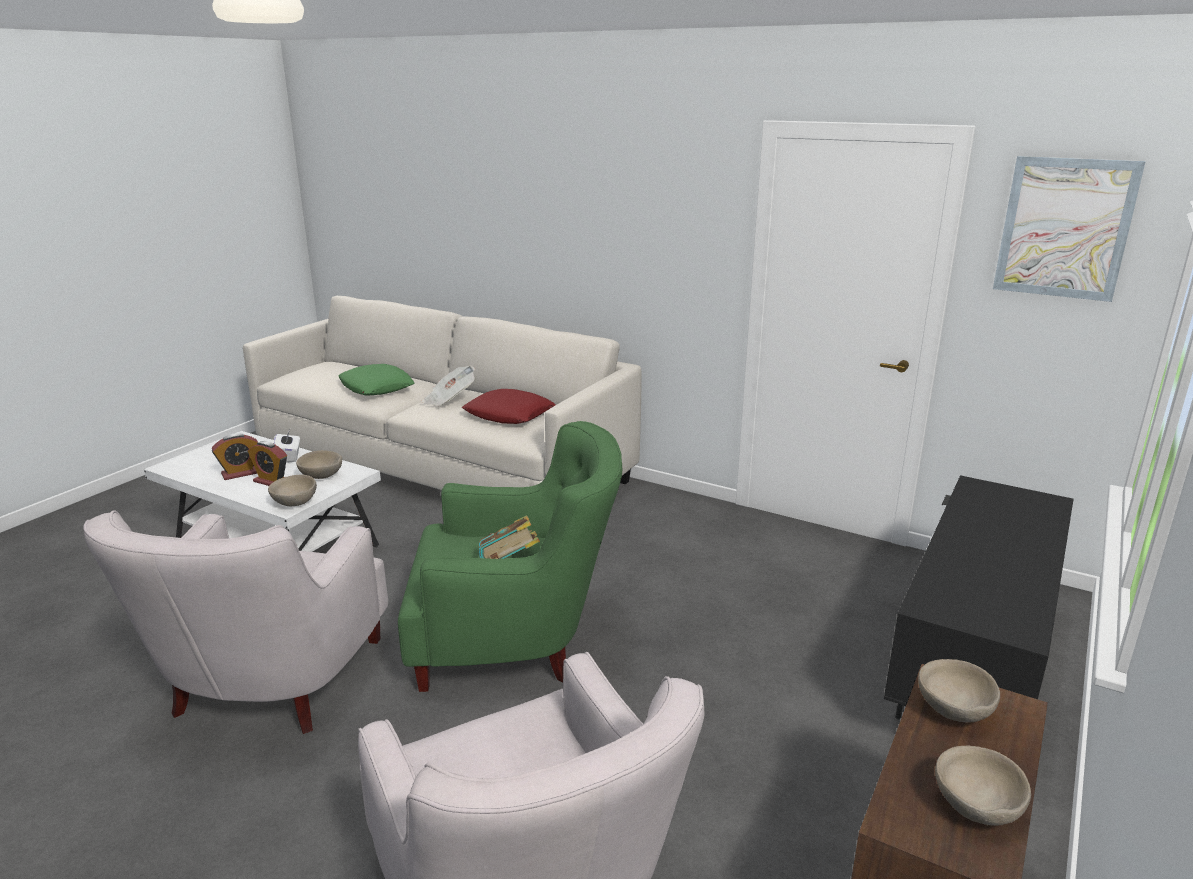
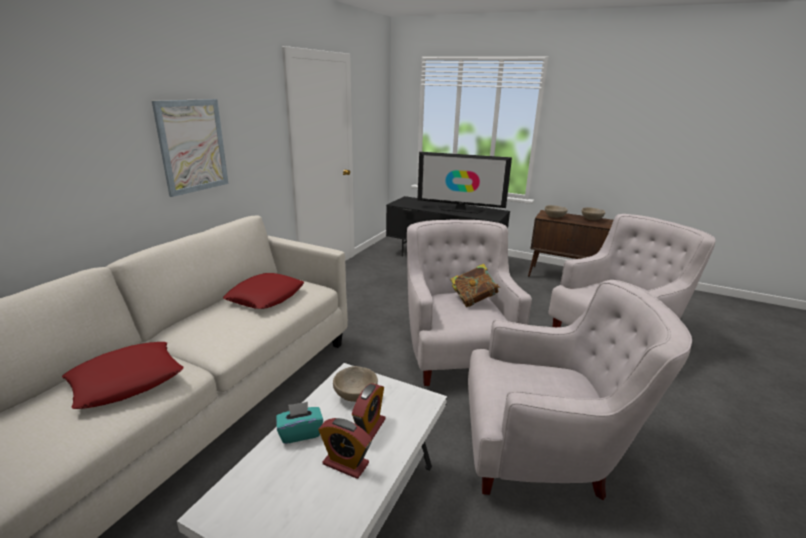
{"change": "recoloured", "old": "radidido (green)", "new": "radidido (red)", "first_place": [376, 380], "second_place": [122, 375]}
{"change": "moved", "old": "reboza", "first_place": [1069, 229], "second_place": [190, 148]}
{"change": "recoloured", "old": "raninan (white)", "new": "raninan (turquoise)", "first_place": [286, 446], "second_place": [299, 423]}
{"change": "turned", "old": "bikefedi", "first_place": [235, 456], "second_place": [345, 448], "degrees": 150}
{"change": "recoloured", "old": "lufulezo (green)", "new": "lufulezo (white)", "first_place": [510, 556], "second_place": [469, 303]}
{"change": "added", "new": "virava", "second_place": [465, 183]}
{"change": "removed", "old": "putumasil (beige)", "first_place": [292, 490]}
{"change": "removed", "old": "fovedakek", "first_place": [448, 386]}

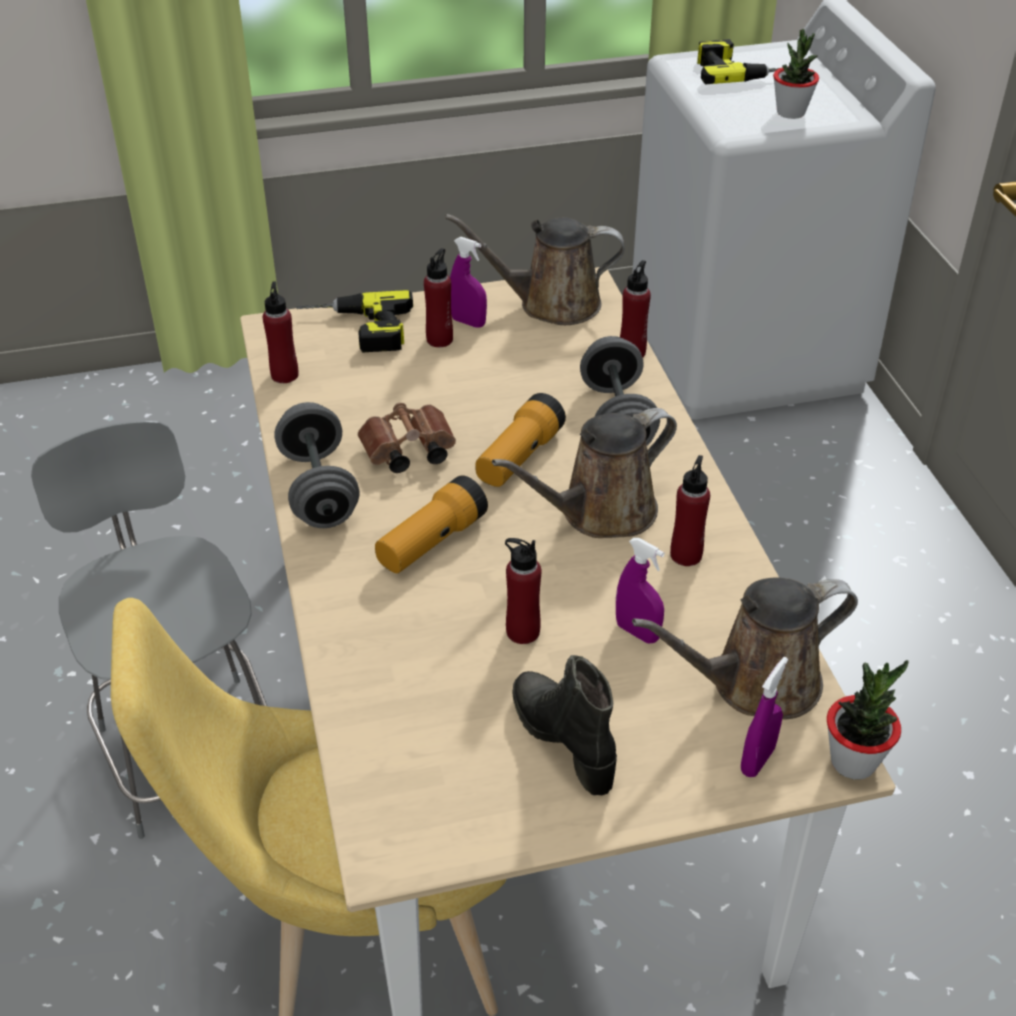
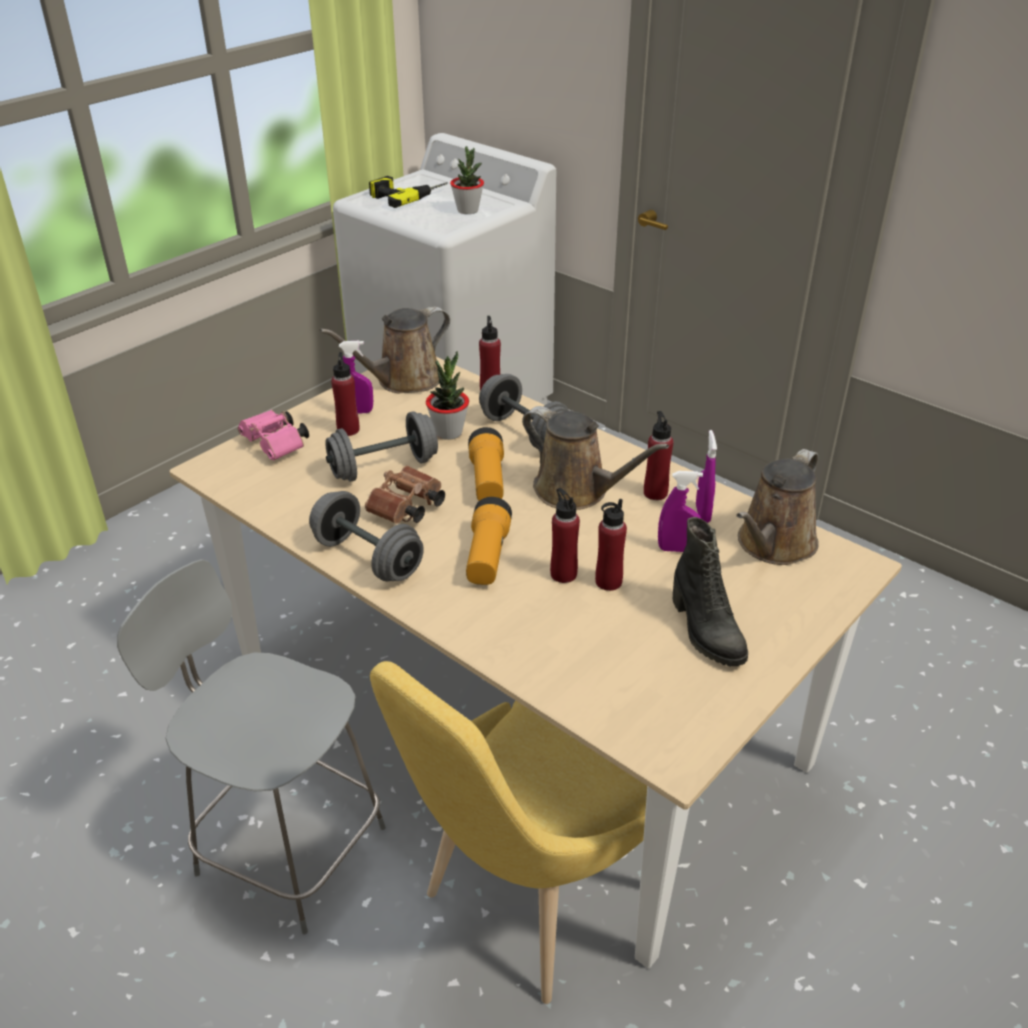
{"change": "replaced", "old": "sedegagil", "new": "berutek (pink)", "first_place": [354, 321], "second_place": [273, 435]}
{"change": "added", "new": "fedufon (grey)", "second_place": [381, 446]}
{"change": "moved", "old": "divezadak", "first_place": [868, 719], "second_place": [447, 395]}
{"change": "turned", "old": "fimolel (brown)", "first_place": [584, 473], "second_place": [595, 458], "degrees": -75}
{"change": "moved", "old": "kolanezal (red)", "first_place": [281, 332], "second_place": [565, 535]}
{"change": "turned", "old": "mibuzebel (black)", "first_place": [565, 725], "second_place": [710, 592], "degrees": -135}
{"change": "moved", "old": "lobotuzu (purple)", "first_place": [764, 717], "second_place": [706, 476]}

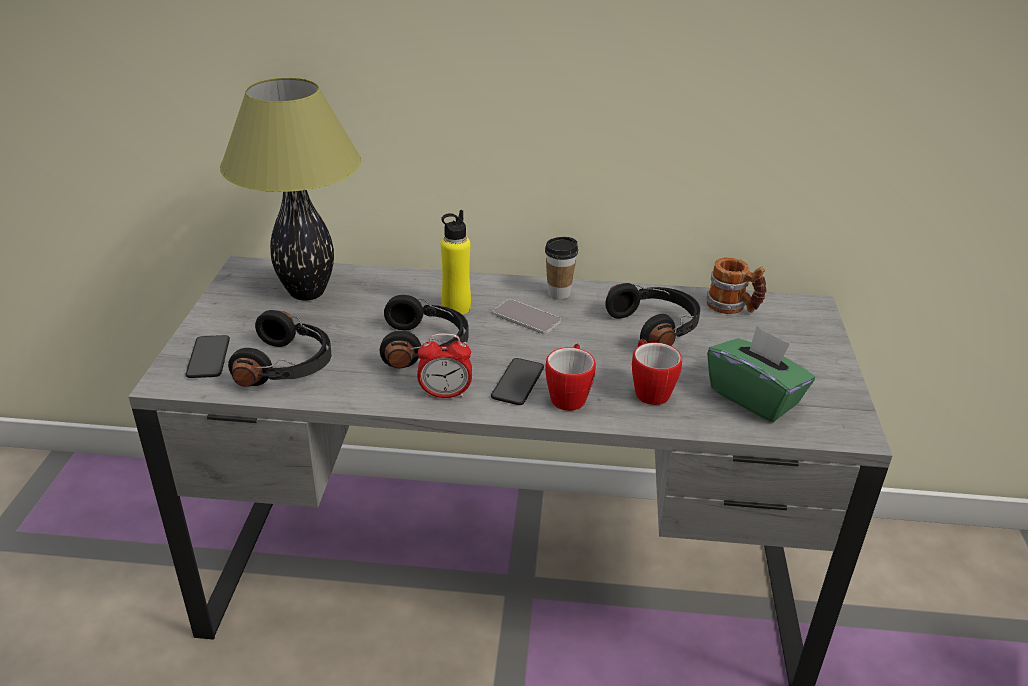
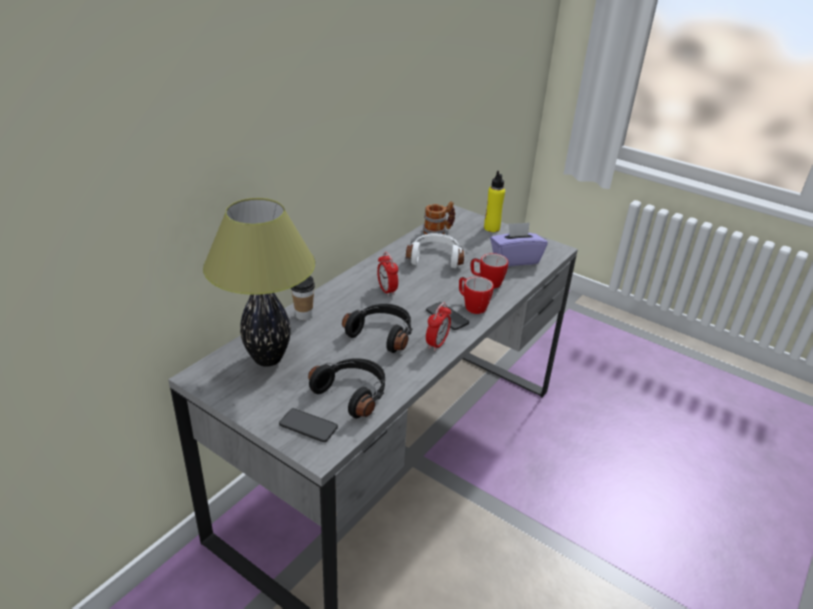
{"change": "moved", "old": "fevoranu", "first_place": [561, 268], "second_place": [303, 298]}
{"change": "replaced", "old": "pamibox", "new": "bikefedi", "first_place": [527, 316], "second_place": [387, 274]}
{"change": "recoloured", "old": "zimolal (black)", "new": "zimolal (white)", "first_place": [652, 314], "second_place": [435, 250]}
{"change": "moved", "old": "kolanezal (yellow)", "first_place": [456, 262], "second_place": [494, 201]}
{"change": "recoloured", "old": "raninan (green)", "new": "raninan (purple)", "first_place": [761, 374], "second_place": [519, 244]}

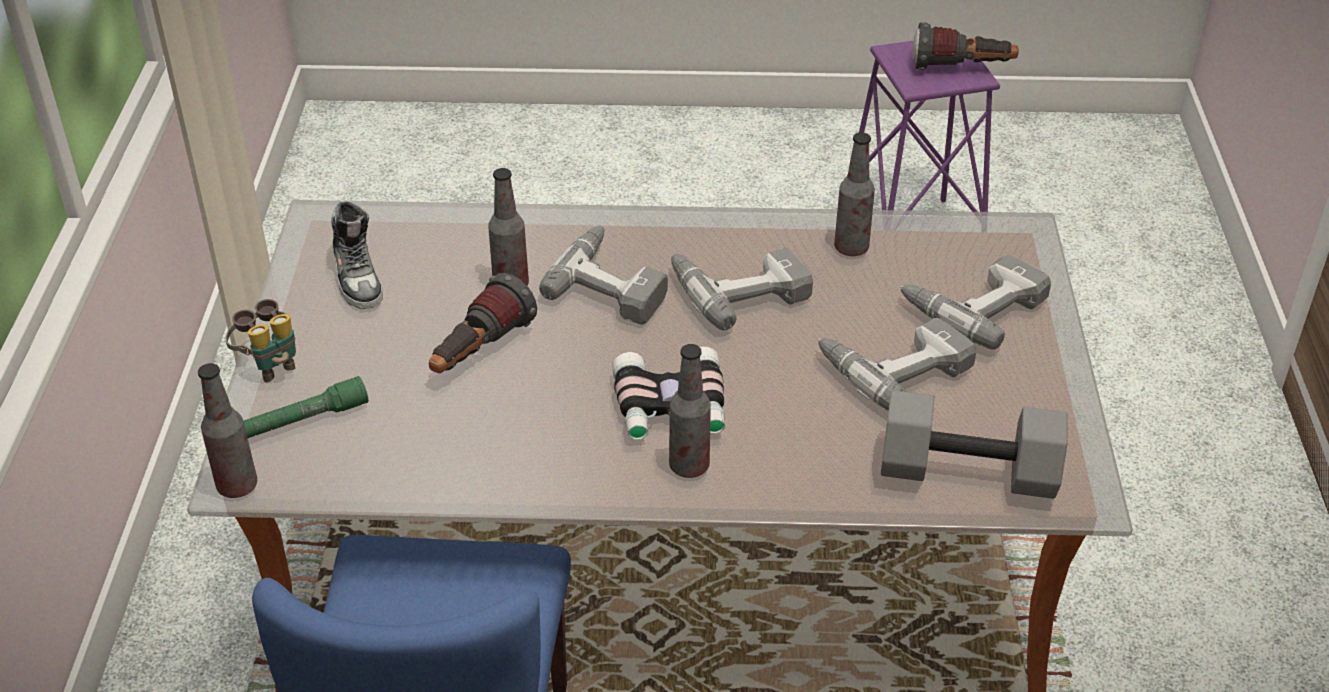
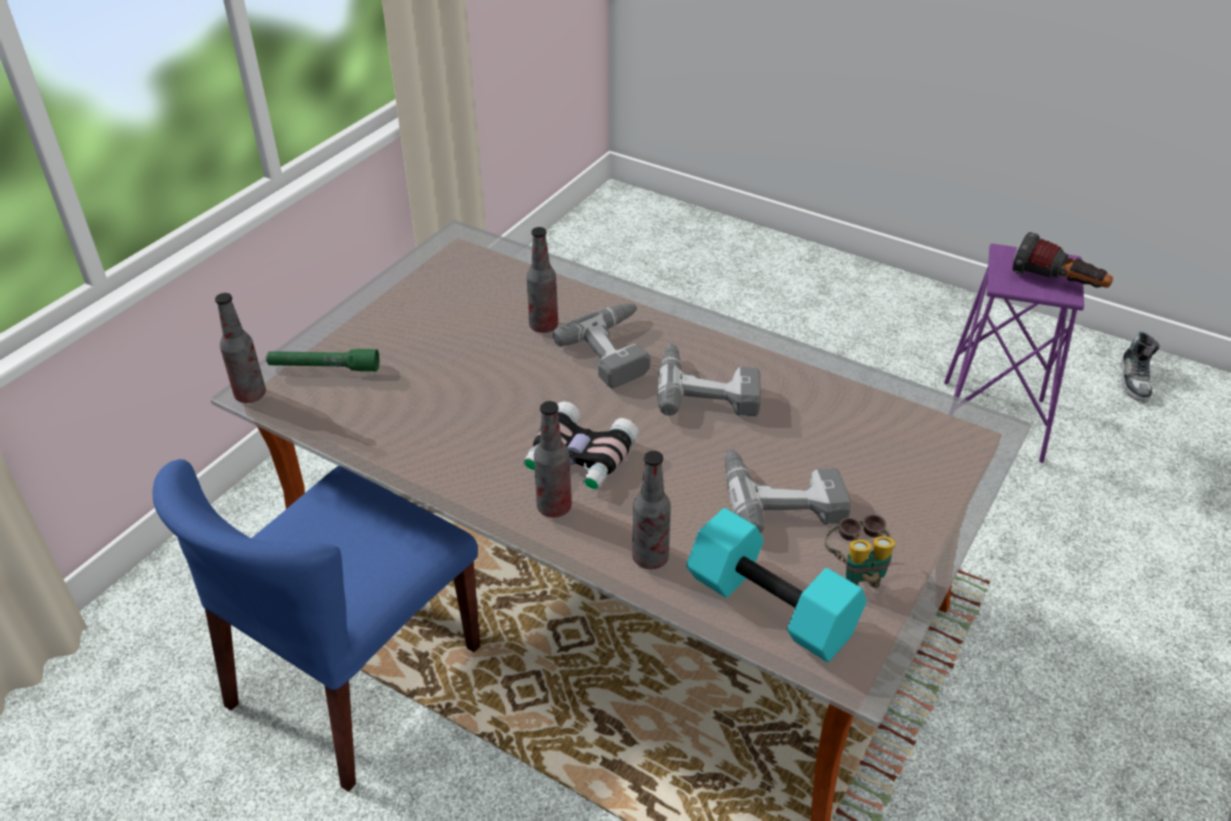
{"change": "moved", "old": "kolanezal", "first_place": [854, 194], "second_place": [651, 510]}
{"change": "recoloured", "old": "fedufon (grey)", "new": "fedufon (turquoise)", "first_place": [974, 444], "second_place": [776, 585]}
{"change": "moved", "old": "berutek", "first_place": [260, 341], "second_place": [860, 551]}
{"change": "moved", "old": "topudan", "first_place": [357, 255], "second_place": [1140, 367]}
{"change": "removed", "old": "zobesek", "first_place": [483, 323]}
{"change": "removed", "old": "sedegagil", "first_place": [975, 302]}

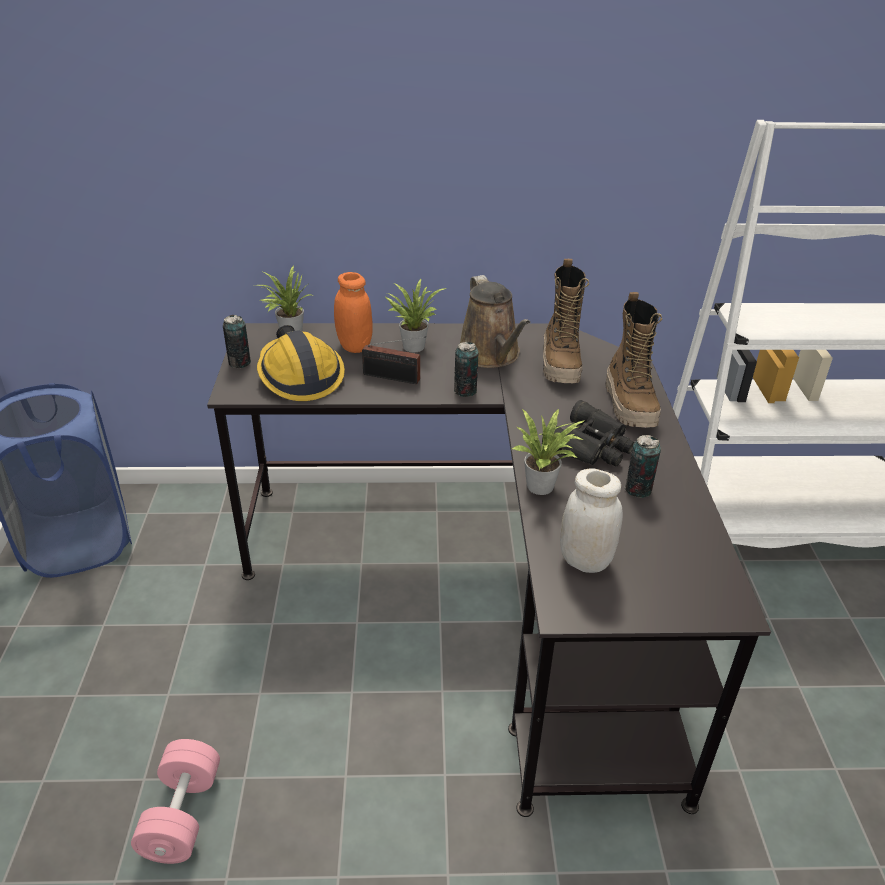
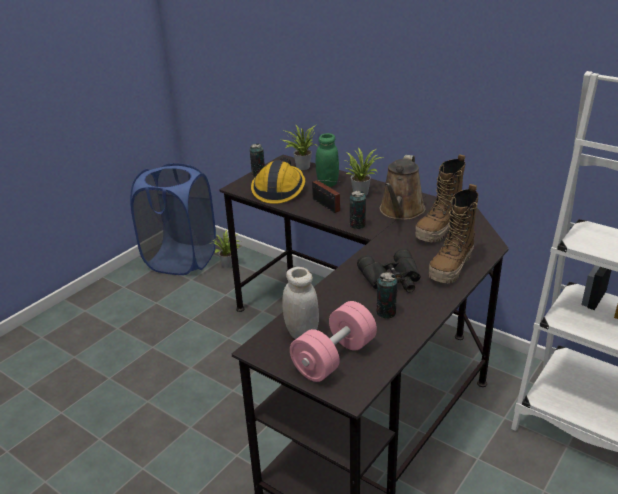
{"change": "moved", "old": "divezadak", "first_place": [548, 451], "second_place": [226, 249]}
{"change": "moved", "old": "fedufon (pink)", "first_place": [175, 801], "second_place": [333, 341]}
{"change": "recoloured", "old": "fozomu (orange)", "new": "fozomu (green)", "first_place": [353, 312], "second_place": [327, 160]}

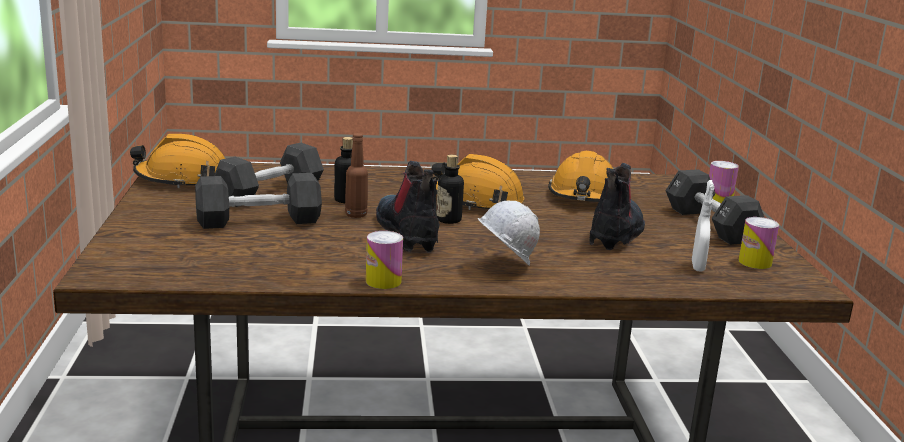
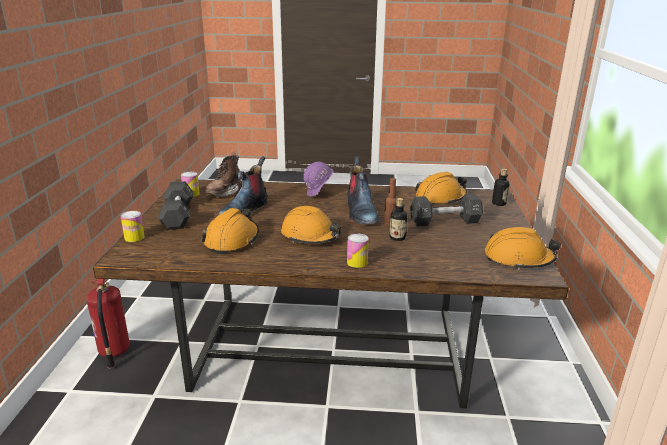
{"change": "added", "new": "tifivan", "second_place": [108, 323]}
{"change": "replaced", "old": "lobotuzu (white)", "new": "mibuzebel (brown)", "first_place": [703, 226], "second_place": [223, 175]}
{"change": "recoloured", "old": "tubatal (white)", "new": "tubatal (purple)", "first_place": [509, 233], "second_place": [319, 179]}
{"change": "moved", "old": "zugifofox", "first_place": [384, 260], "second_place": [358, 251]}
{"change": "added", "new": "tubatal (orange)", "second_place": [441, 188]}
{"change": "moved", "old": "kolanezal", "first_place": [450, 189], "second_place": [501, 187]}
{"change": "removed", "old": "fedufon (grey)", "first_place": [269, 175]}

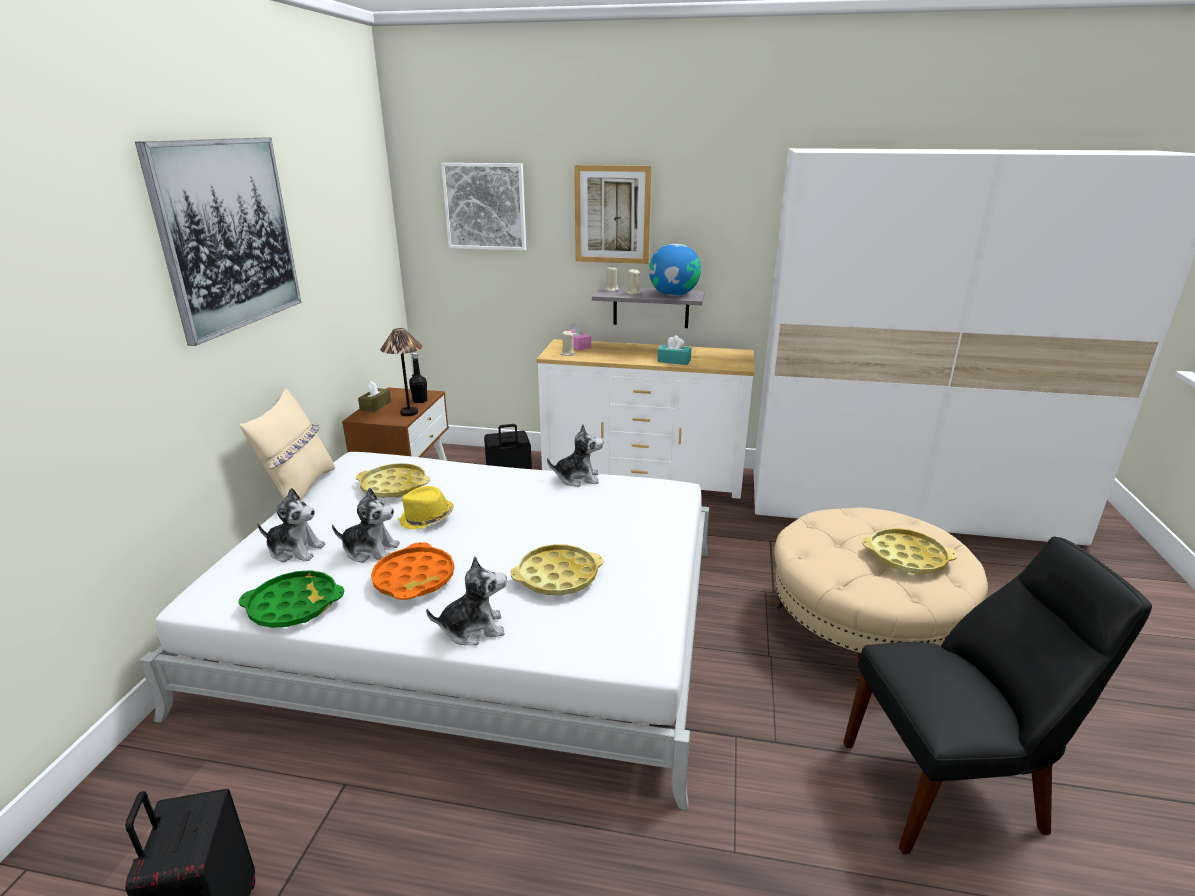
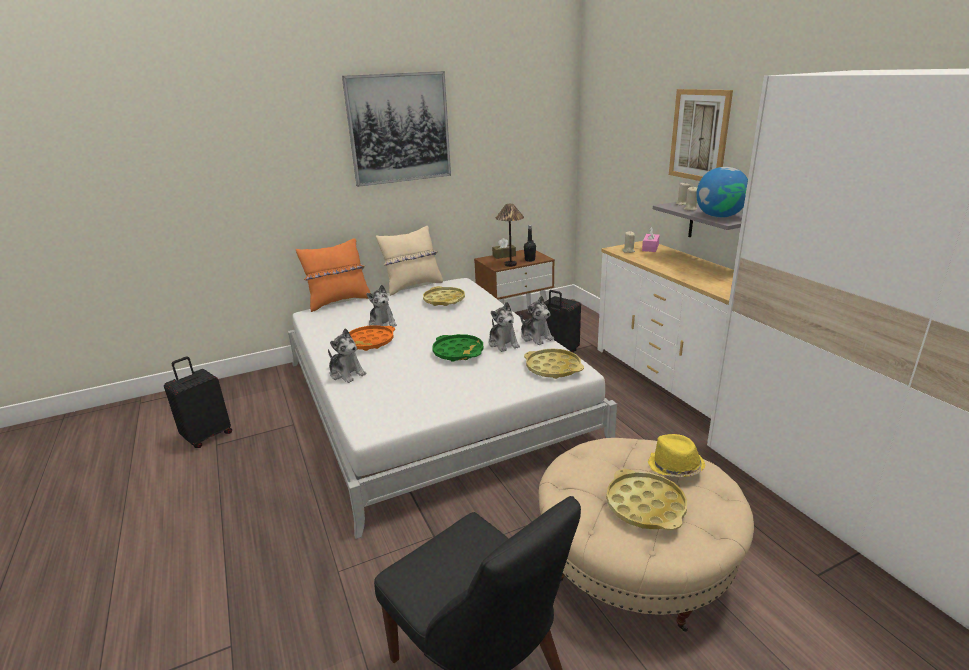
{"change": "added", "new": "radidido (orange)", "second_place": [333, 275]}
{"change": "moved", "old": "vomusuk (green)", "first_place": [291, 599], "second_place": [458, 348]}
{"change": "moved", "old": "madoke", "first_place": [291, 525], "second_place": [504, 327]}
{"change": "moved", "old": "vomusuk (yellow)", "first_place": [557, 569], "second_place": [554, 363]}
{"change": "moved", "old": "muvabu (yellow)", "first_place": [426, 508], "second_place": [677, 455]}
{"change": "removed", "old": "reboza", "first_place": [483, 207]}
{"change": "removed", "old": "raninan (turquoise)", "first_place": [674, 350]}

